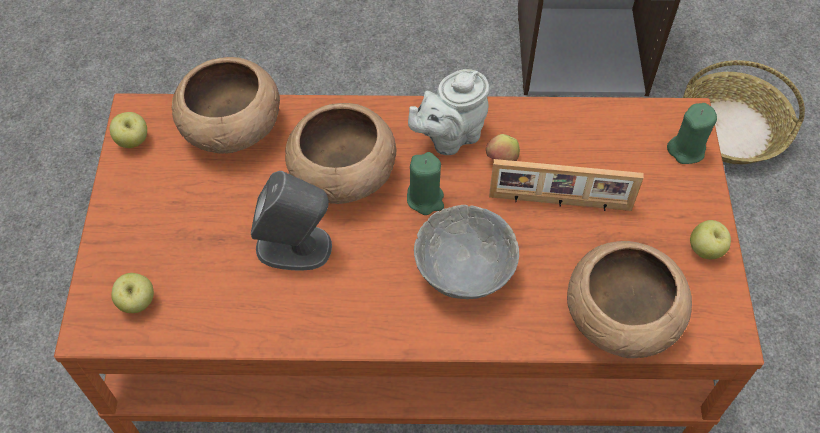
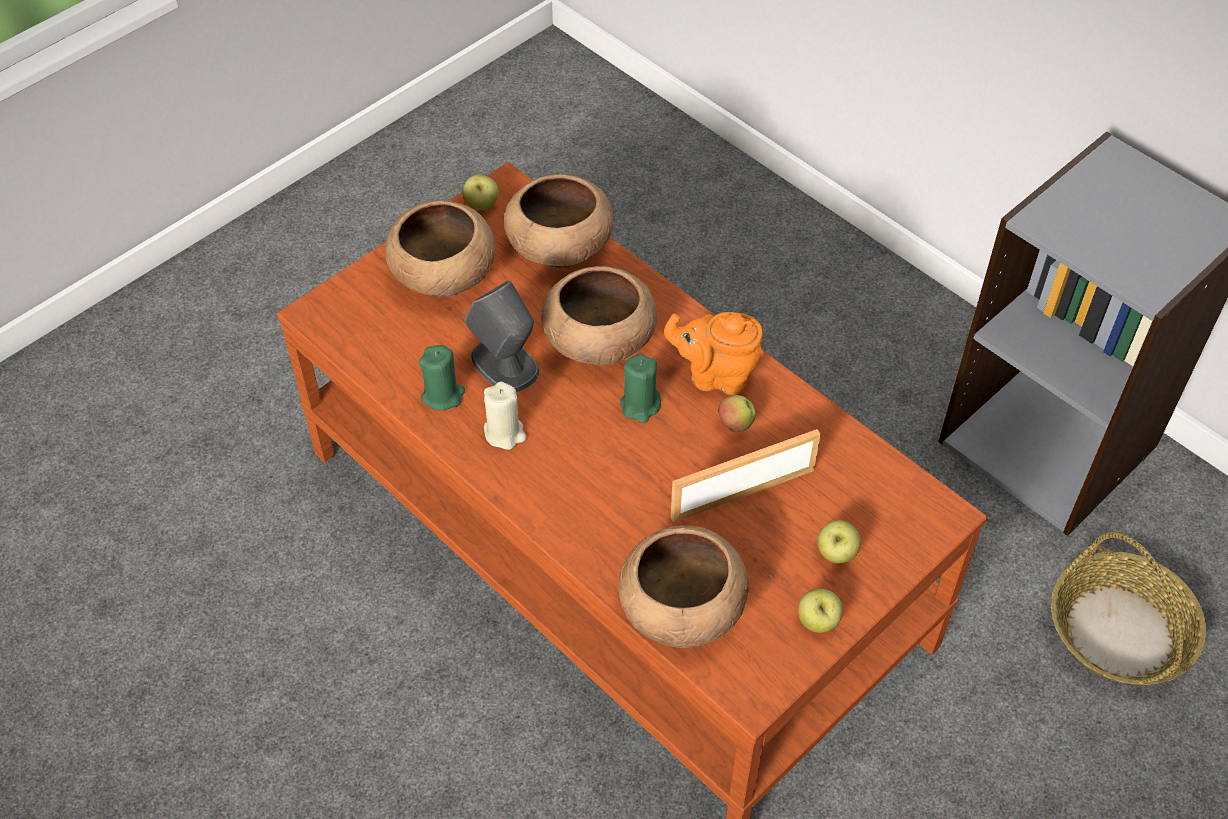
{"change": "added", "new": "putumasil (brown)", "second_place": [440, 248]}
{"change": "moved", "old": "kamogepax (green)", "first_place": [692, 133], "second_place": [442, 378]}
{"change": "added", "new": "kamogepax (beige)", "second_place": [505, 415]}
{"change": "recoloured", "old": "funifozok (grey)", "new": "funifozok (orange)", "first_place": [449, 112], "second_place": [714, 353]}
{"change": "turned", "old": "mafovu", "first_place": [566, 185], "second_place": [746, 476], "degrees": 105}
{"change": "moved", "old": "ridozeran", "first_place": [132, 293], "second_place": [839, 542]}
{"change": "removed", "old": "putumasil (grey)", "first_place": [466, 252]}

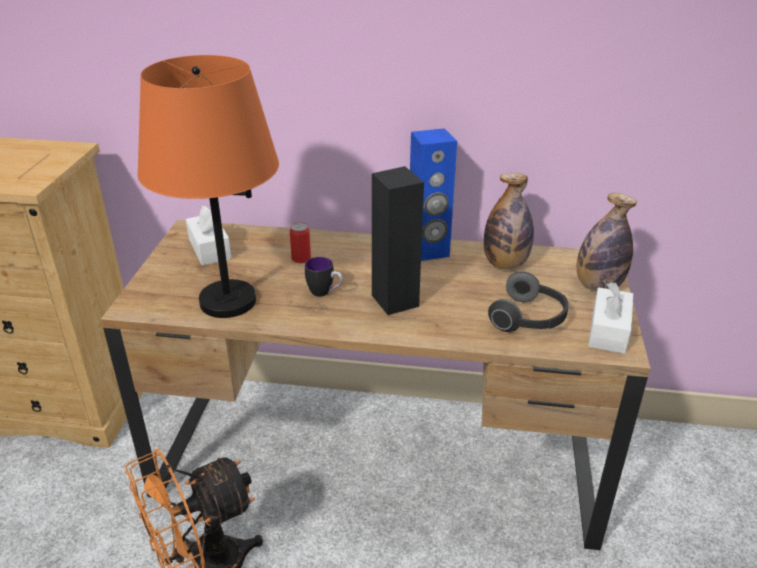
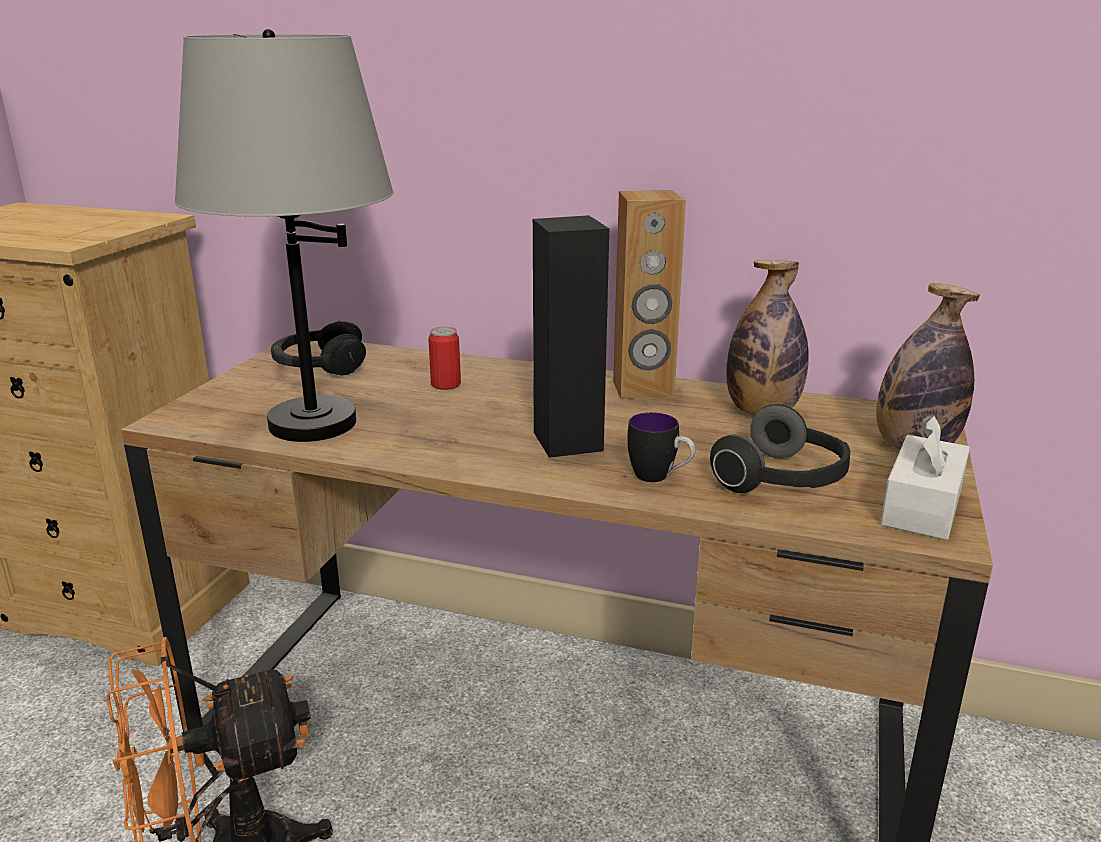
{"change": "recoloured", "old": "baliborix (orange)", "new": "baliborix (grey)", "first_place": [208, 186], "second_place": [284, 235]}
{"change": "replaced", "old": "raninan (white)", "new": "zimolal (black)", "first_place": [209, 236], "second_place": [318, 348]}
{"change": "recoloured", "old": "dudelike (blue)", "new": "dudelike (brown)", "first_place": [433, 194], "second_place": [649, 294]}
{"change": "moved", "old": "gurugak", "first_place": [324, 277], "second_place": [661, 447]}

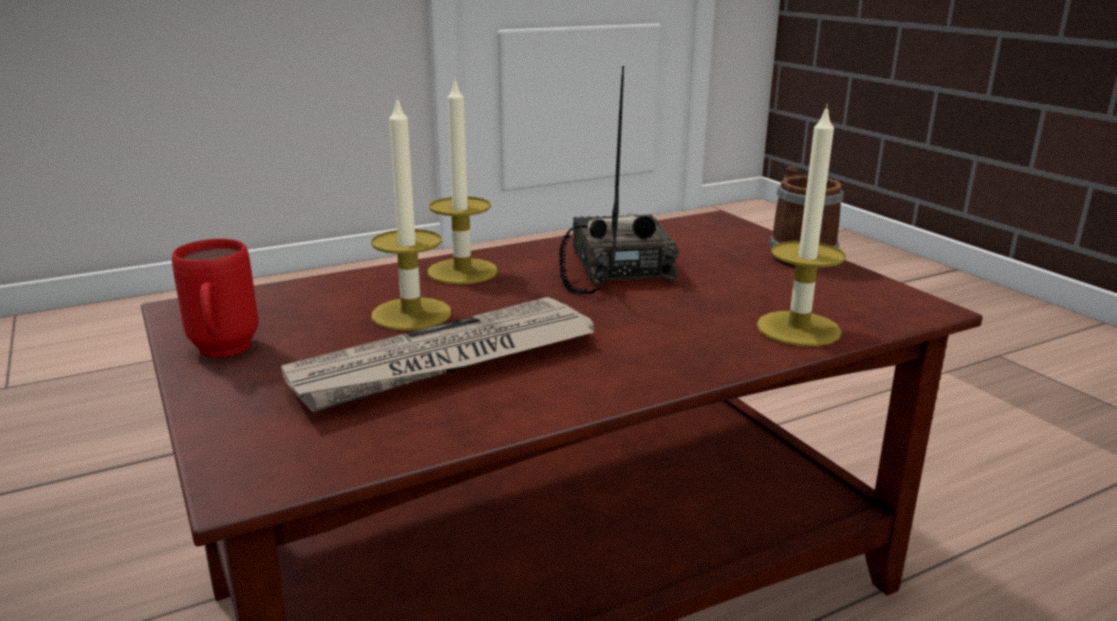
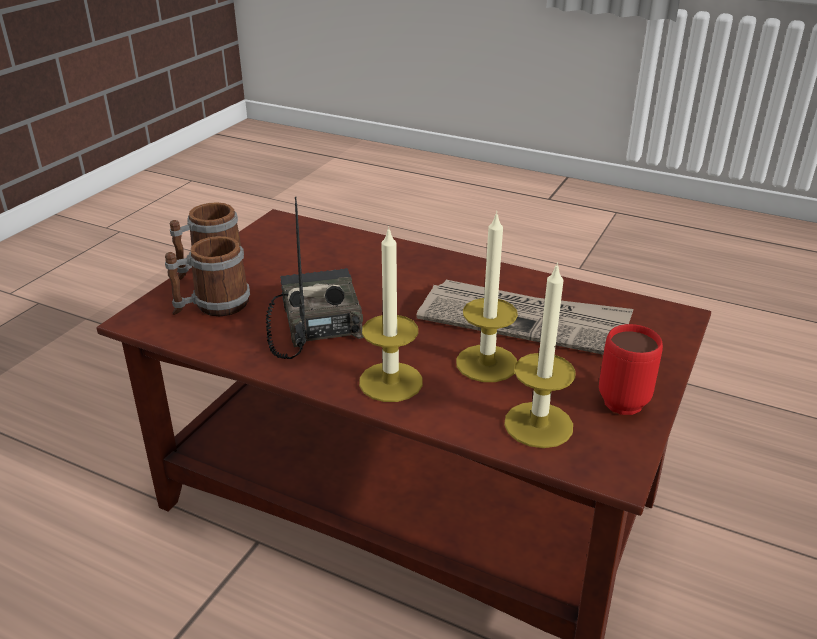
{"change": "added", "new": "gurugak", "second_place": [207, 276]}
{"change": "turned", "old": "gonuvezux", "first_place": [619, 180], "second_place": [315, 278], "degrees": 120}
{"change": "moved", "old": "kamogepax", "first_place": [801, 225], "second_place": [540, 355]}

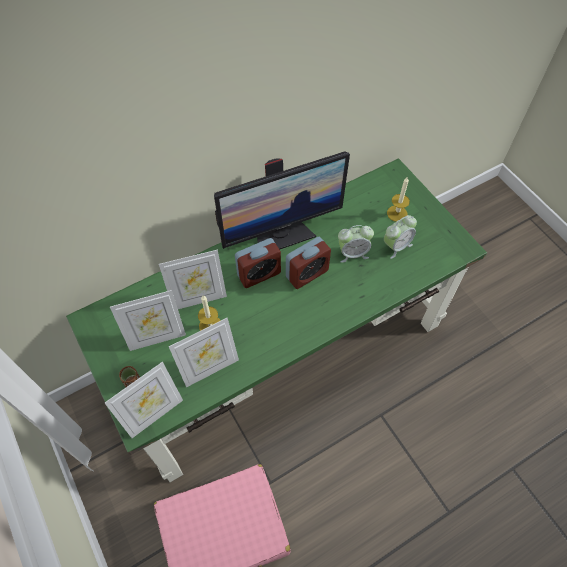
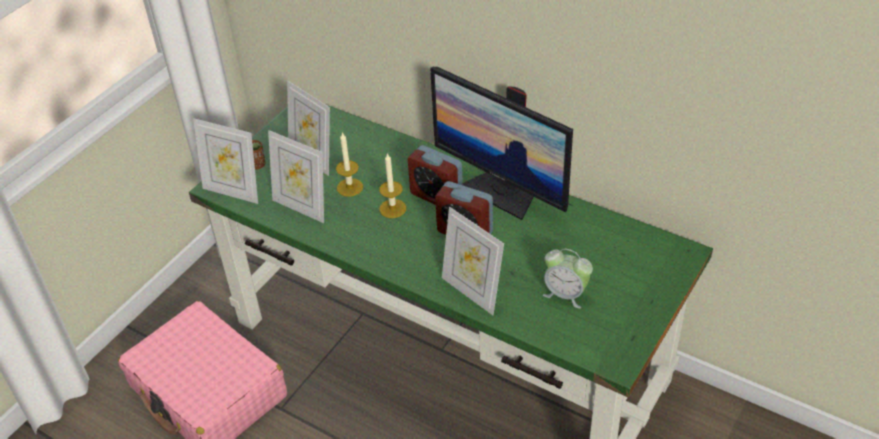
{"change": "moved", "old": "kamogepax", "first_place": [398, 199], "second_place": [392, 185]}
{"change": "moved", "old": "mafovu", "first_place": [193, 279], "second_place": [473, 261]}
{"change": "removed", "old": "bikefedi", "first_place": [356, 244]}

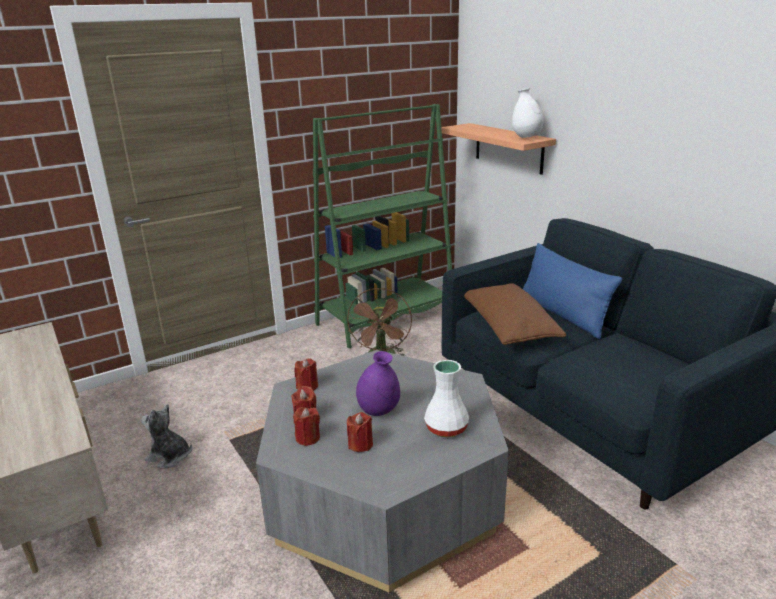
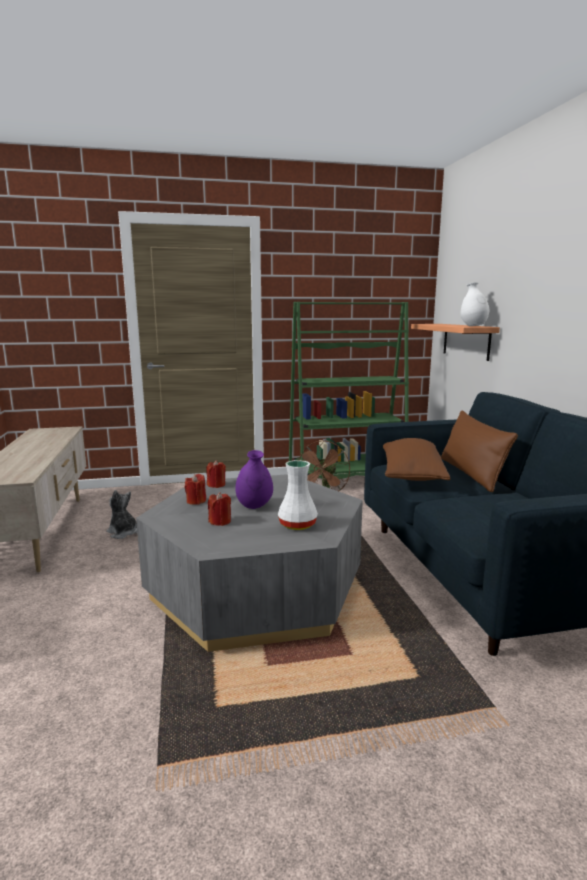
{"change": "recoloured", "old": "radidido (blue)", "new": "radidido (brown)", "first_place": [572, 291], "second_place": [479, 452]}
{"change": "removed", "old": "kamogepax (red)", "first_place": [306, 426]}

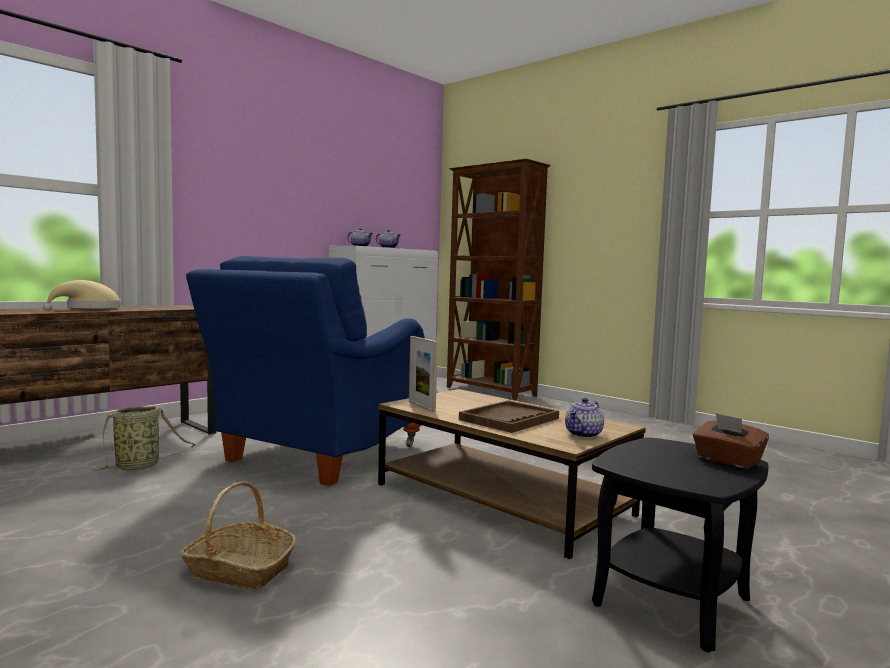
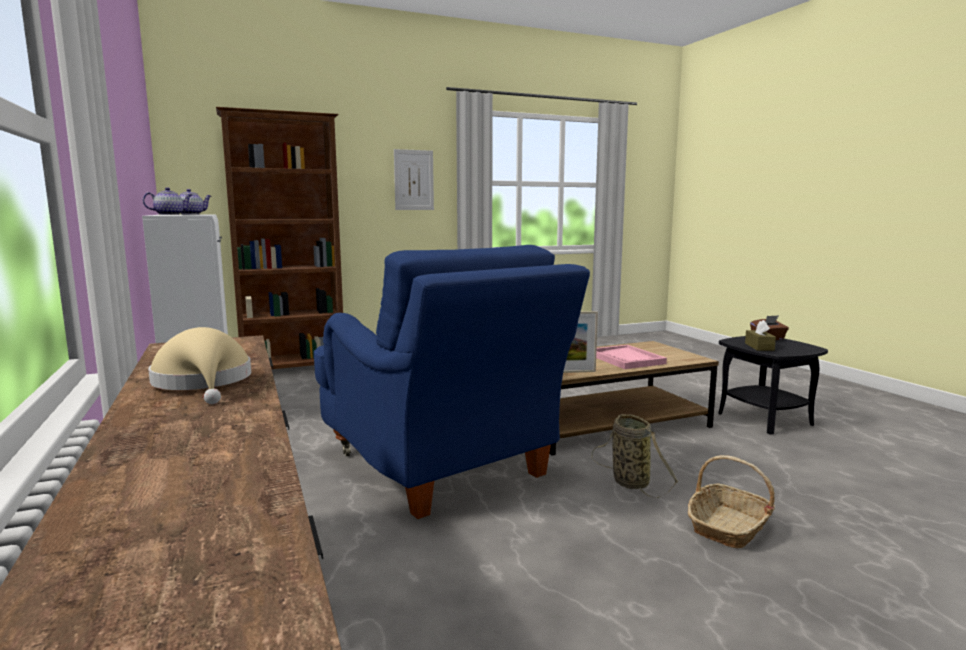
{"change": "added", "new": "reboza", "second_place": [414, 179]}
{"change": "moved", "old": "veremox", "first_place": [144, 438], "second_place": [634, 456]}
{"change": "recoloured", "old": "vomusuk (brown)", "new": "vomusuk (pink)", "first_place": [509, 416], "second_place": [631, 357]}
{"change": "added", "new": "raninan (brown)", "second_place": [760, 335]}
{"change": "removed", "old": "funifozok", "first_place": [584, 418]}

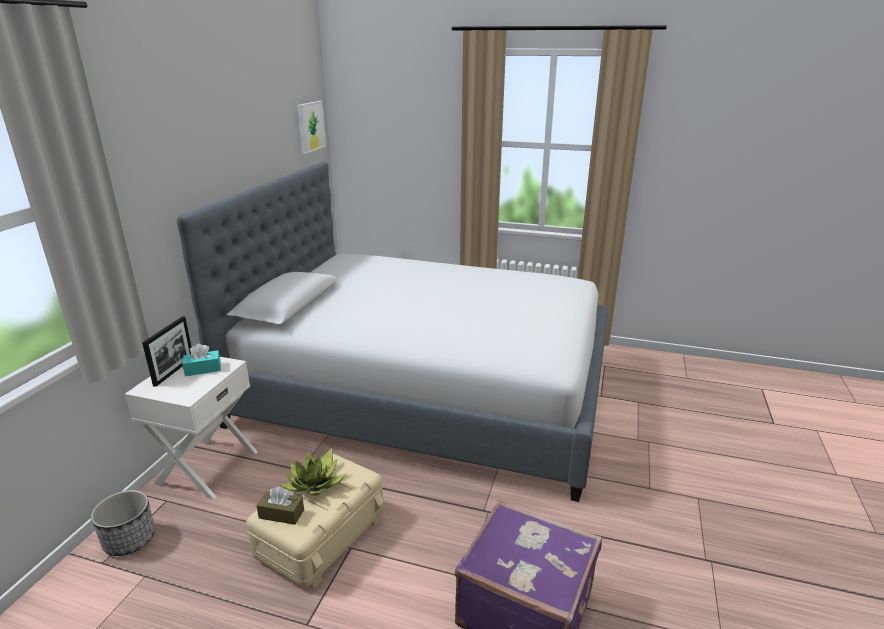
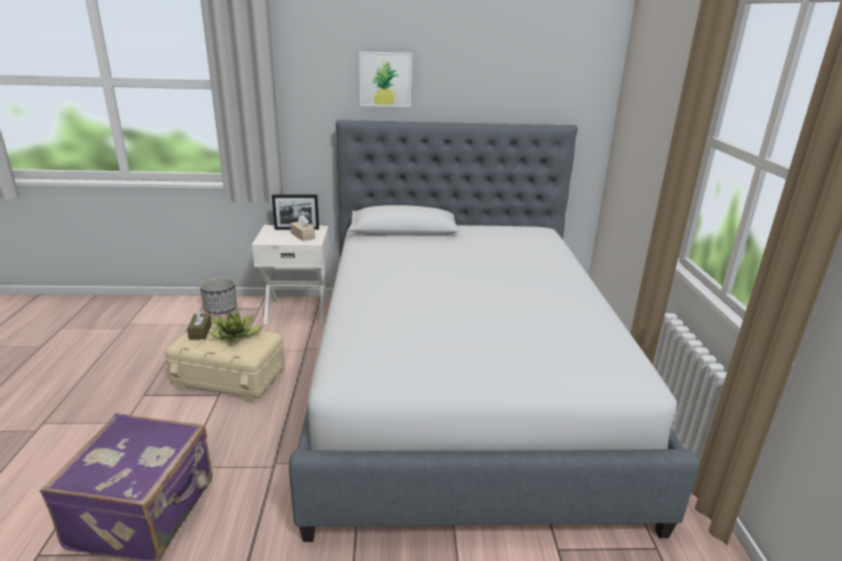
{"change": "recoloured", "old": "raninan (turquoise)", "new": "raninan (beige)", "first_place": [201, 360], "second_place": [302, 228]}
{"change": "moved", "old": "reboza", "first_place": [311, 127], "second_place": [385, 79]}

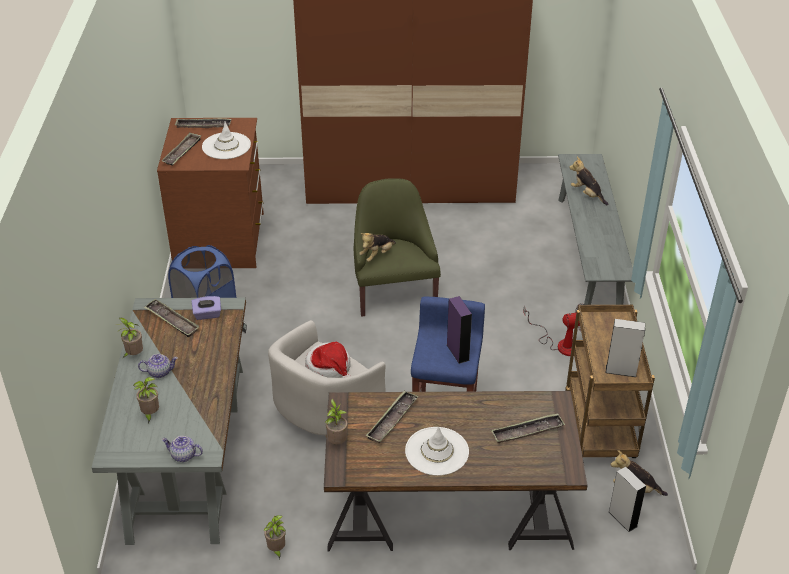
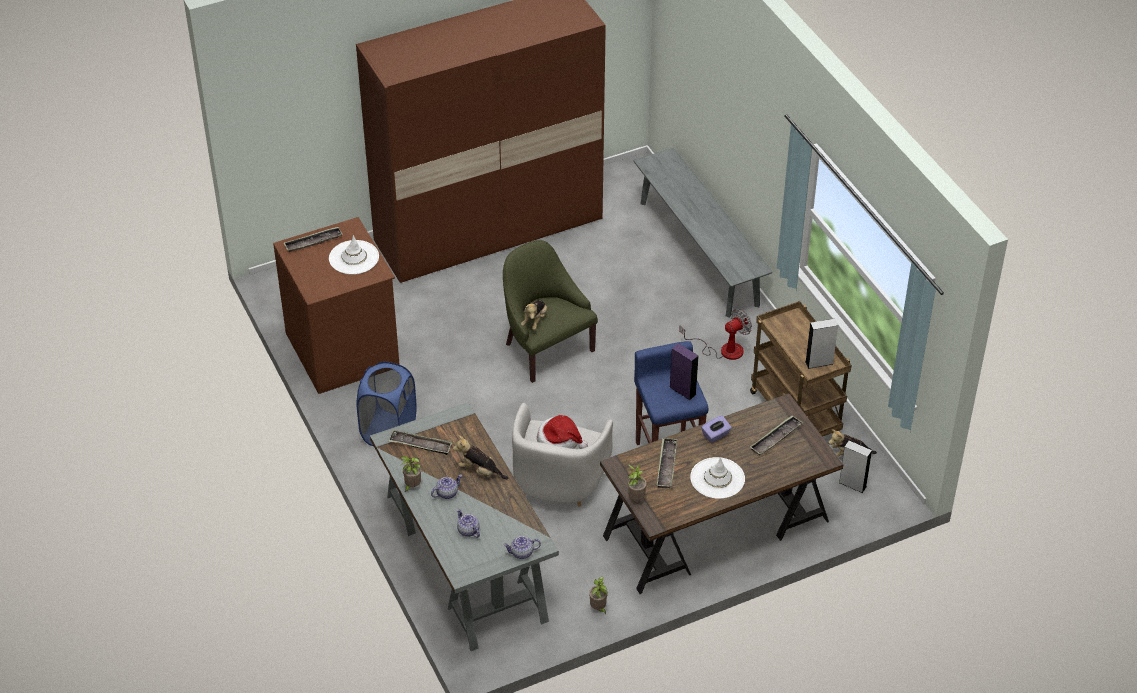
{"change": "moved", "old": "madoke", "first_place": [589, 181], "second_place": [480, 457]}
{"change": "replaced", "old": "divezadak", "new": "funifozok", "first_place": [146, 400], "second_place": [468, 523]}
{"change": "moved", "old": "raninan (purple)", "first_place": [206, 308], "second_place": [716, 429]}
{"change": "removed", "old": "vomusuk", "first_place": [182, 149]}

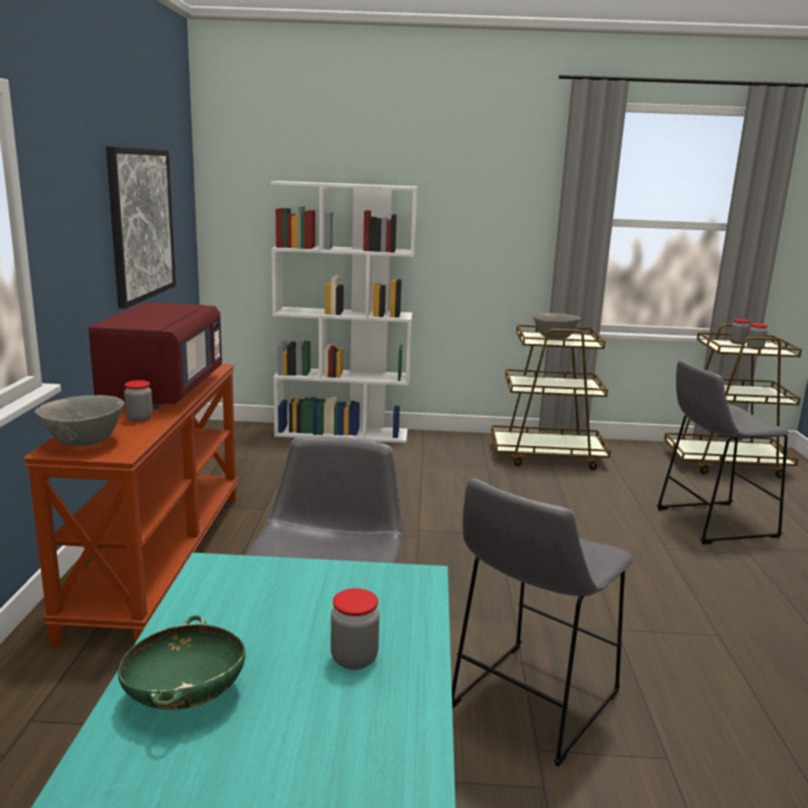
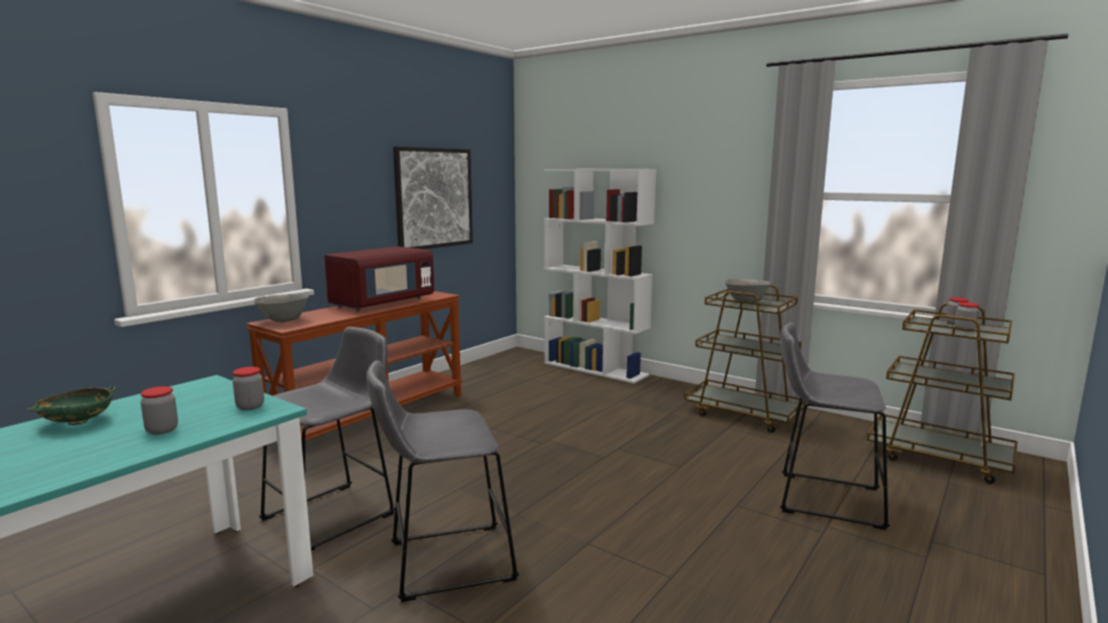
{"change": "moved", "old": "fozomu", "first_place": [138, 401], "second_place": [248, 388]}

